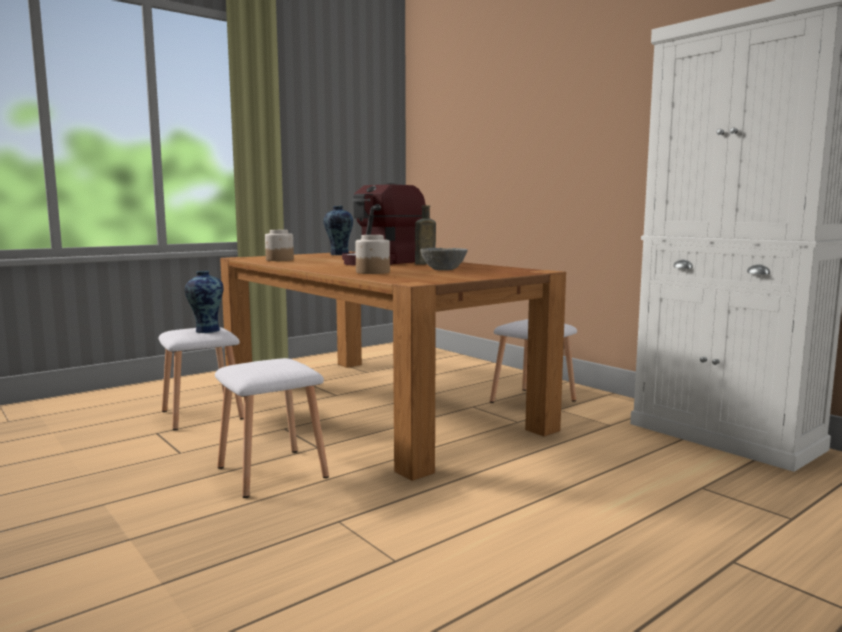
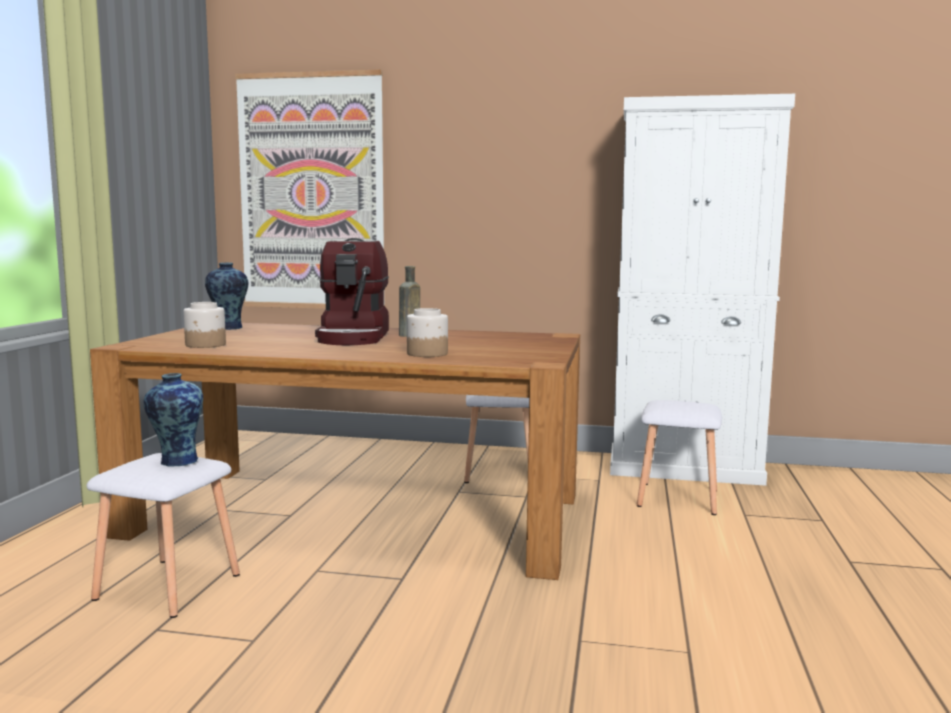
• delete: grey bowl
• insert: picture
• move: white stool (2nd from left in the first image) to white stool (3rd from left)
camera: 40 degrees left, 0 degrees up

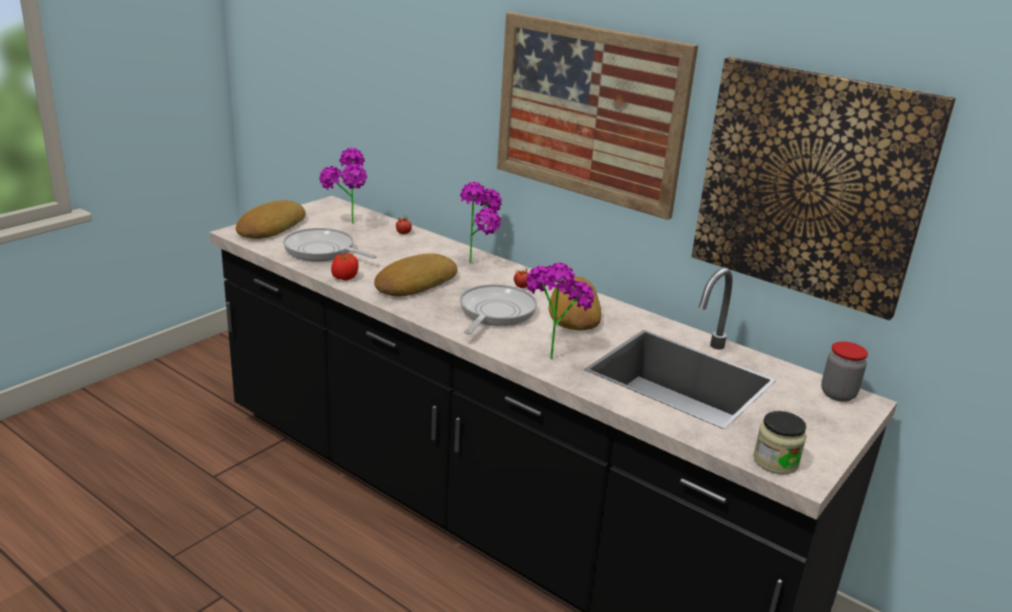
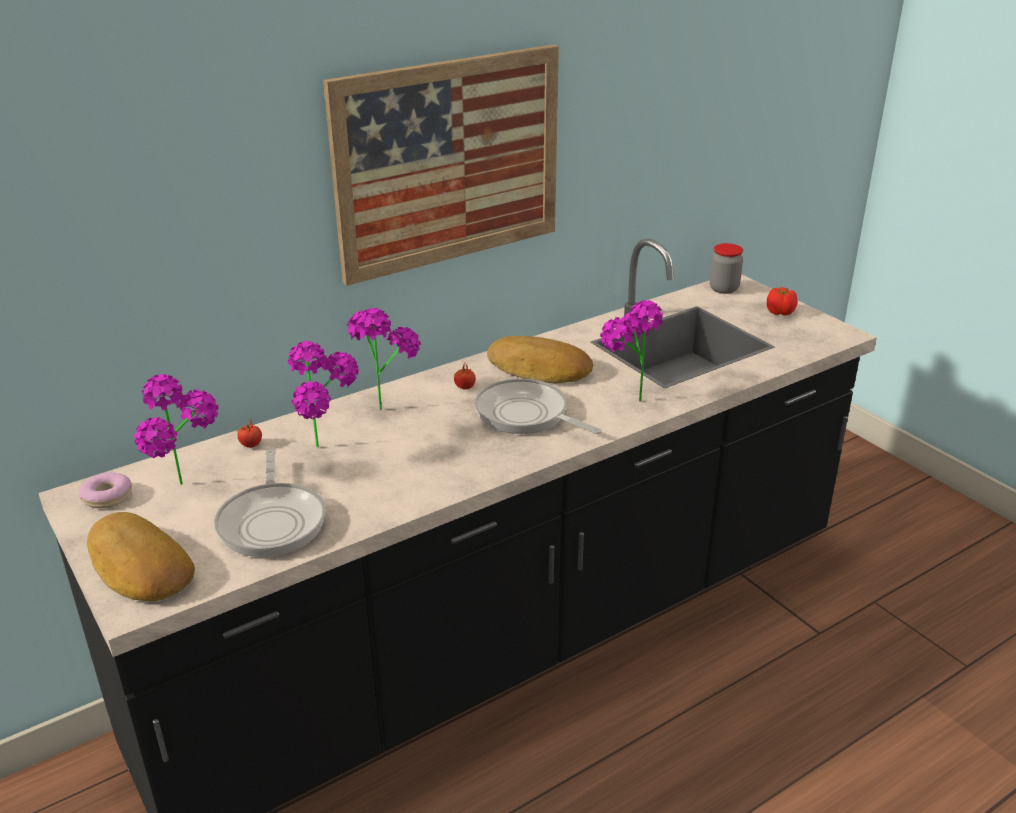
• delete: bread (2nd from left)
• delete: picture (2nd from left)
• delete: jar (1st from left)
• insert: donut
• insert: potted plant (2nd from left)
• move: tomato (1st from left in the first image) to tomato (3rd from left)
• rotate: frying pan (1st from left) 60 degrees counterclockwise
camera: 70 degrees left, 5 degrees up

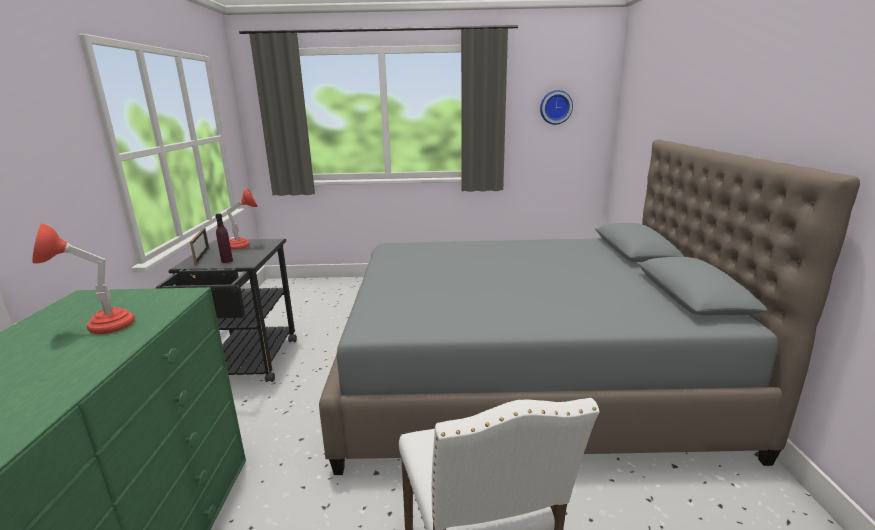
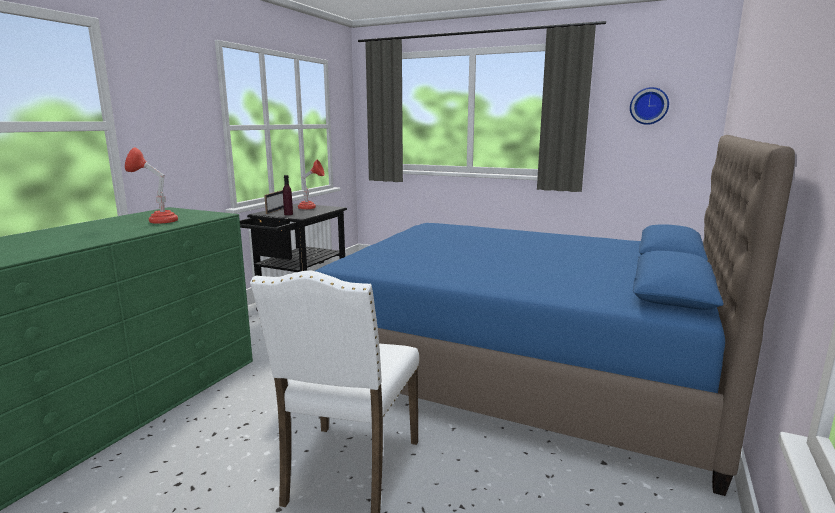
• recolor: grey bed to blue bed
camera: 25 degrees right, 5 degrees down

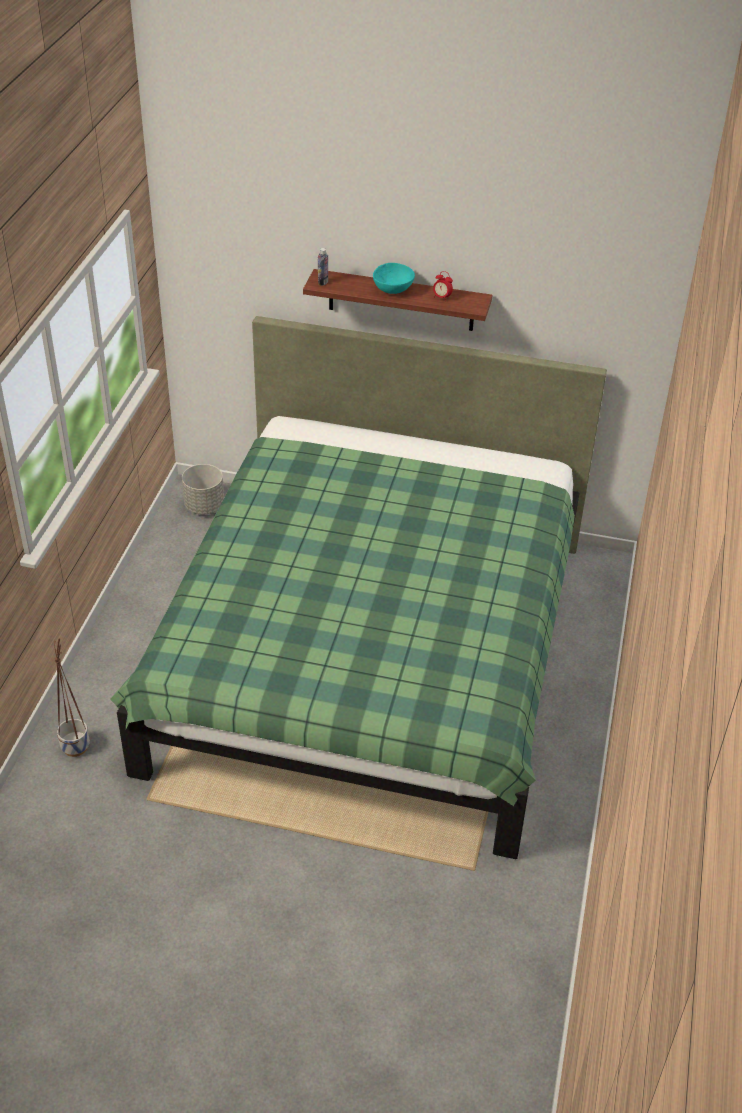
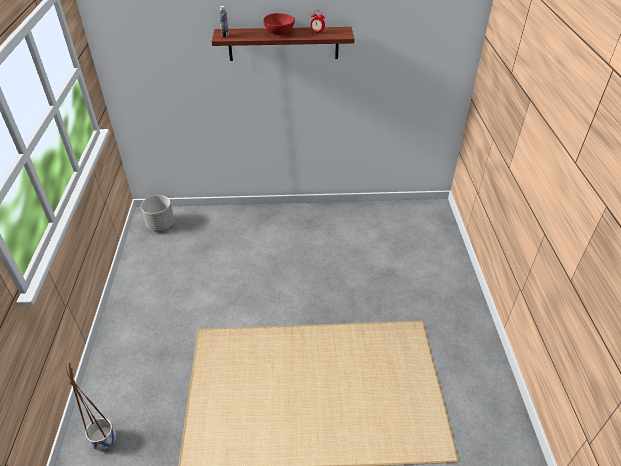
• delete: green bed
• recolor: turquoise bowl to red bowl
camera: 15 degrees left, 0 degrees up

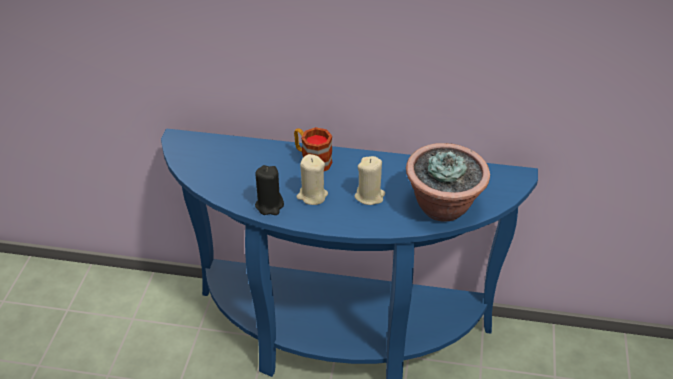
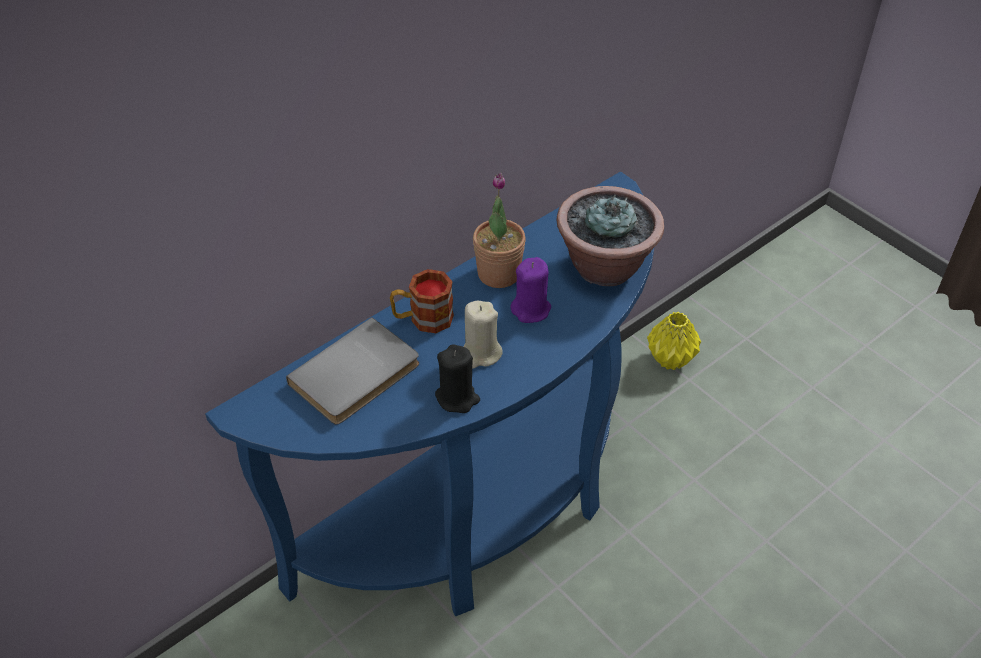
• insert: grey book
• insert: potted plant (1st from left)
• insert: yellow vase
• recolor: beige candle (2nd from left) to purple candle
camera: 50 degrees left, 5 degrees up

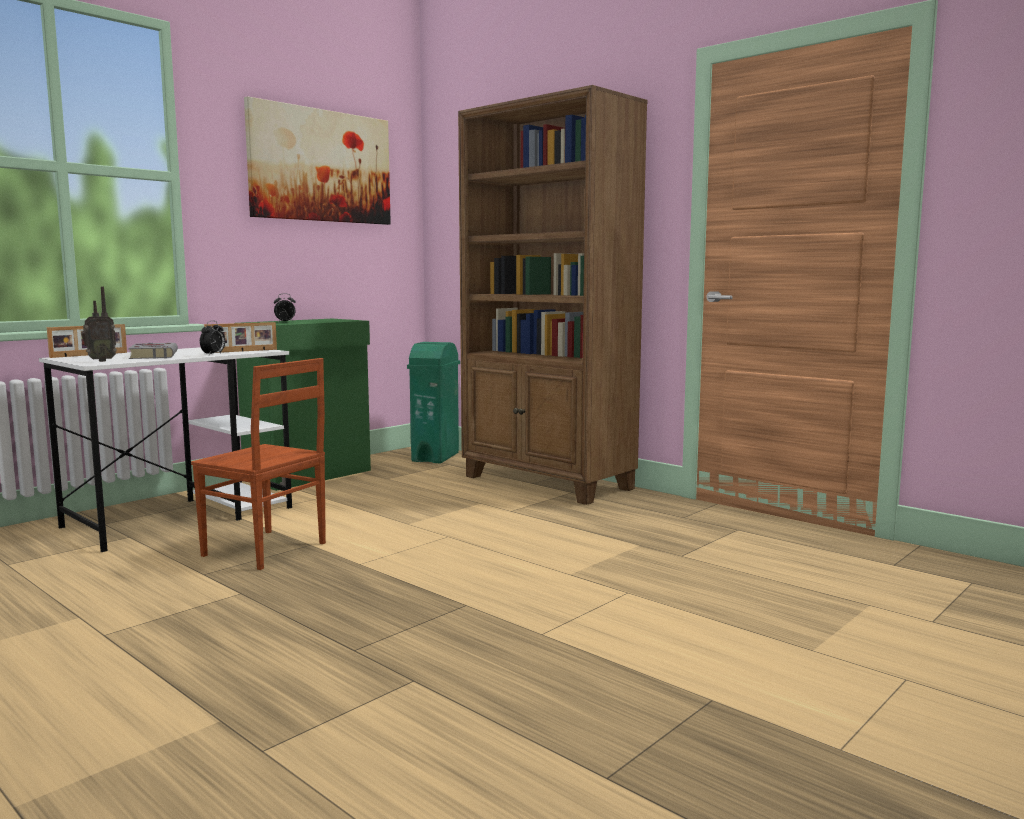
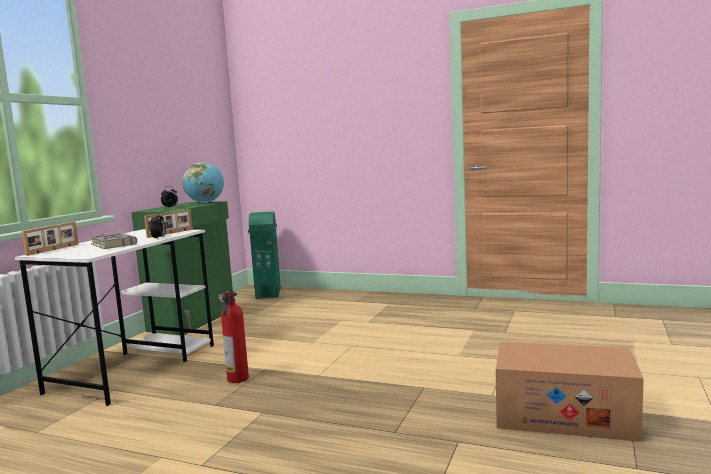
• delete: radio
• delete: picture
• delete: brown bookcase
• insert: globe
• insert: cardboard box
• replace: brown chair to fire extinguisher
camera: 20 degrees left, 0 degrees up

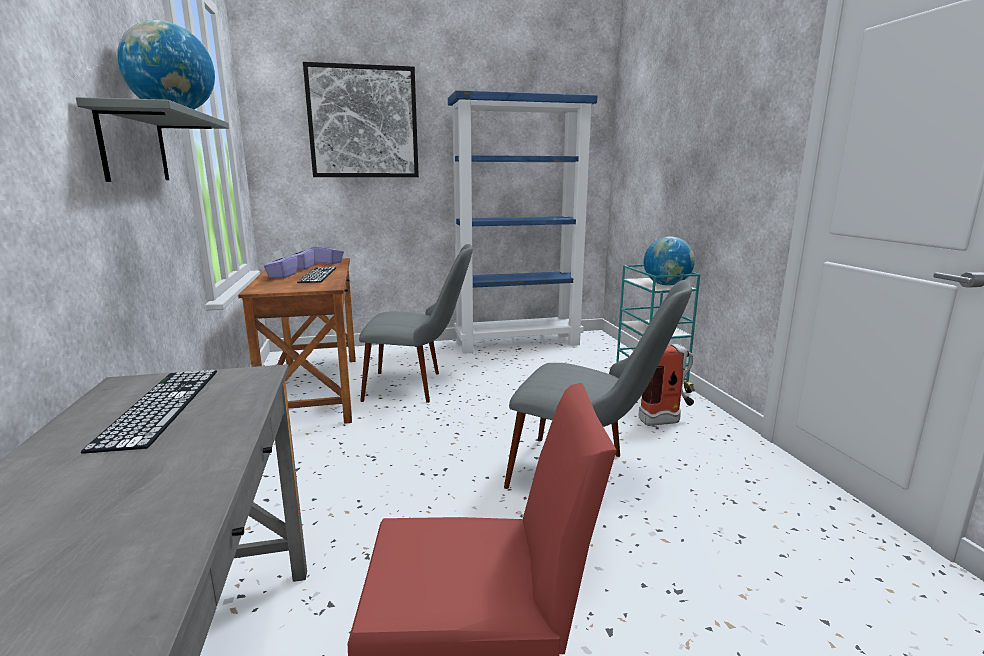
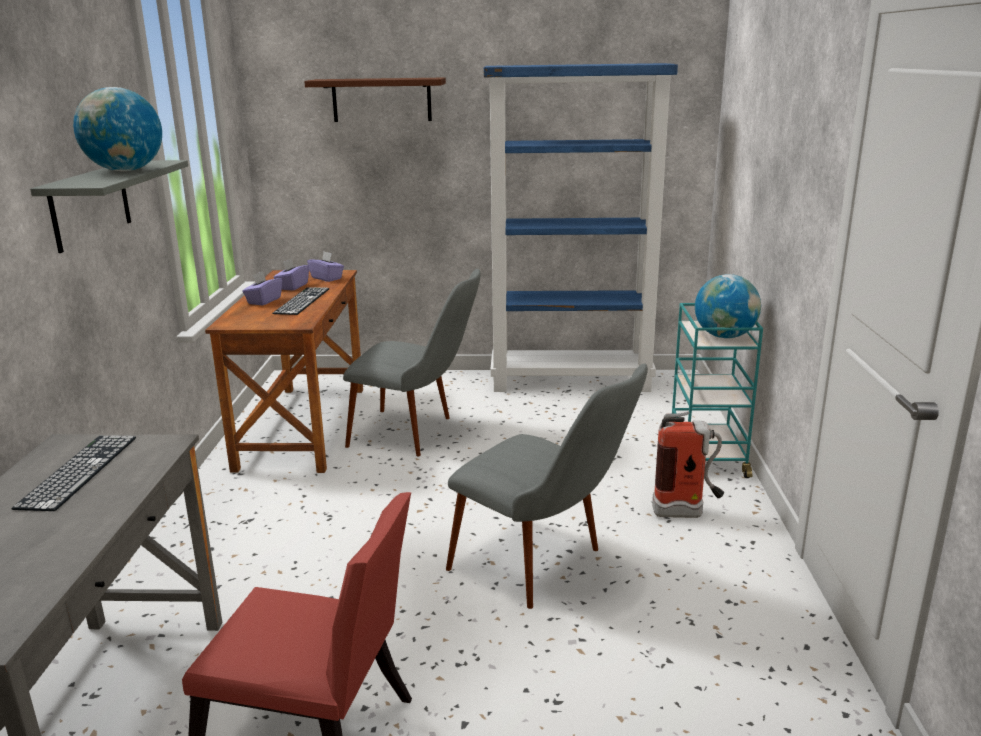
• replace: picture to brown shelf
camera: 15 degrees right, 5 degrees up

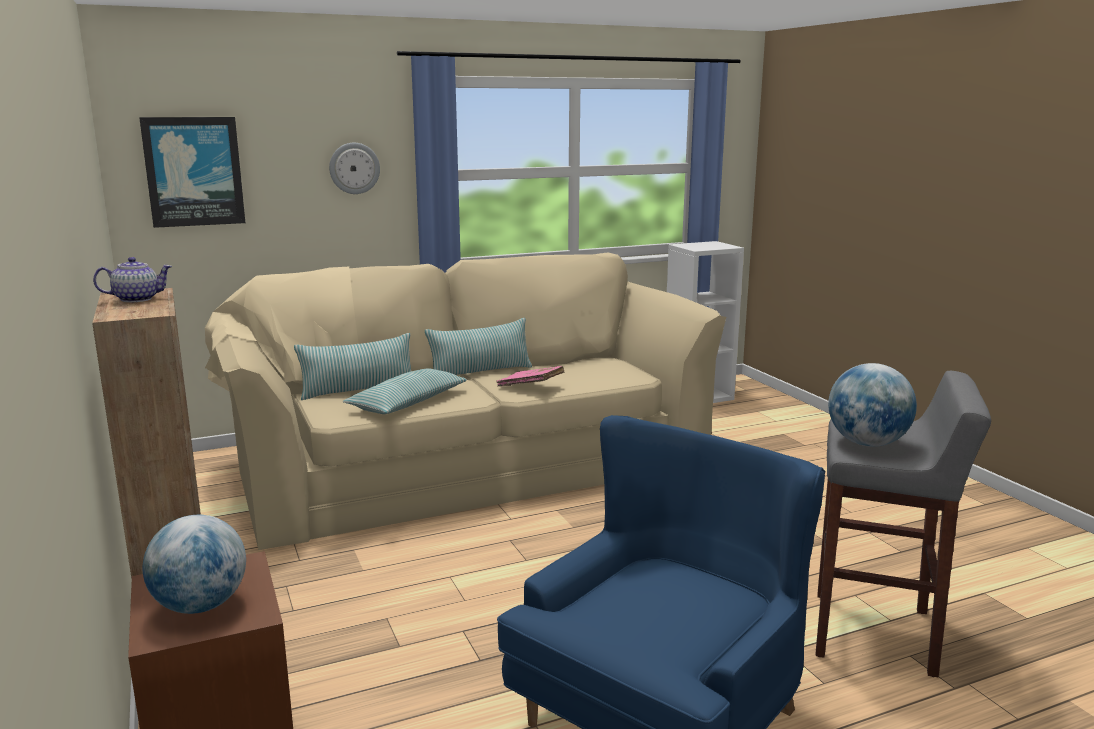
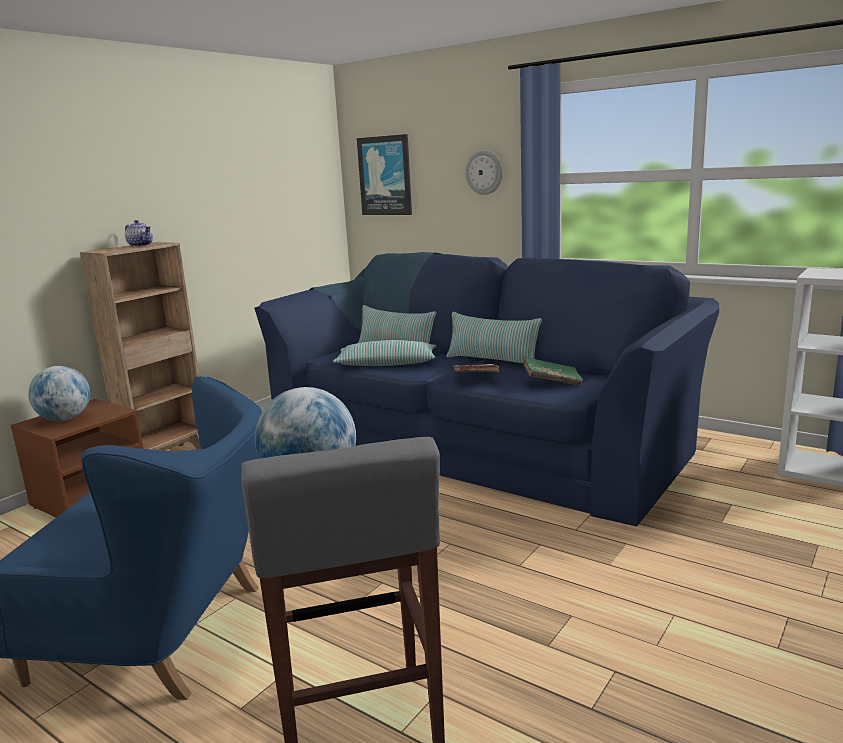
• insert: green book
• recolor: beige sofa to blue sofa
camera: 60 degrees right, 0 degrees up

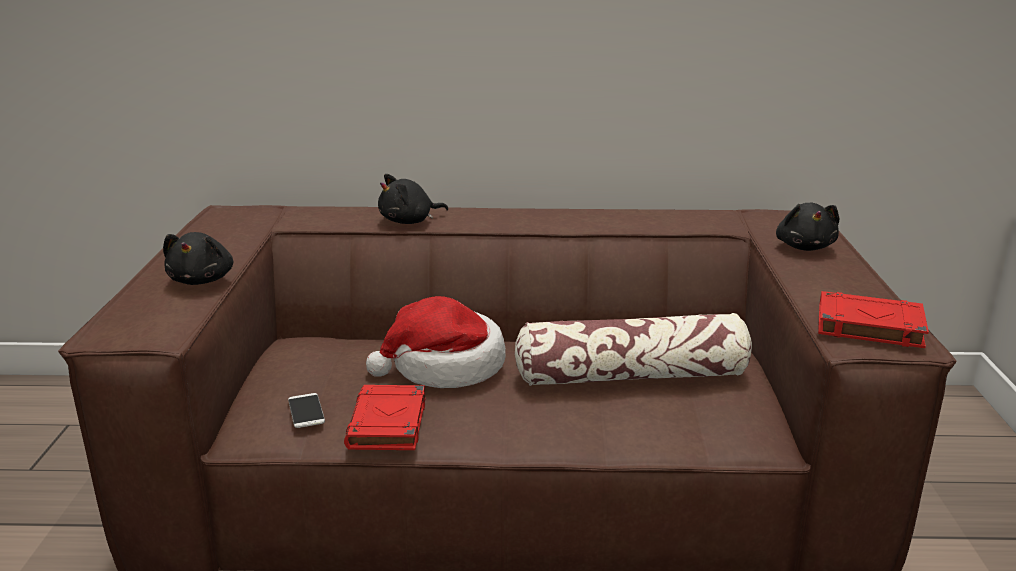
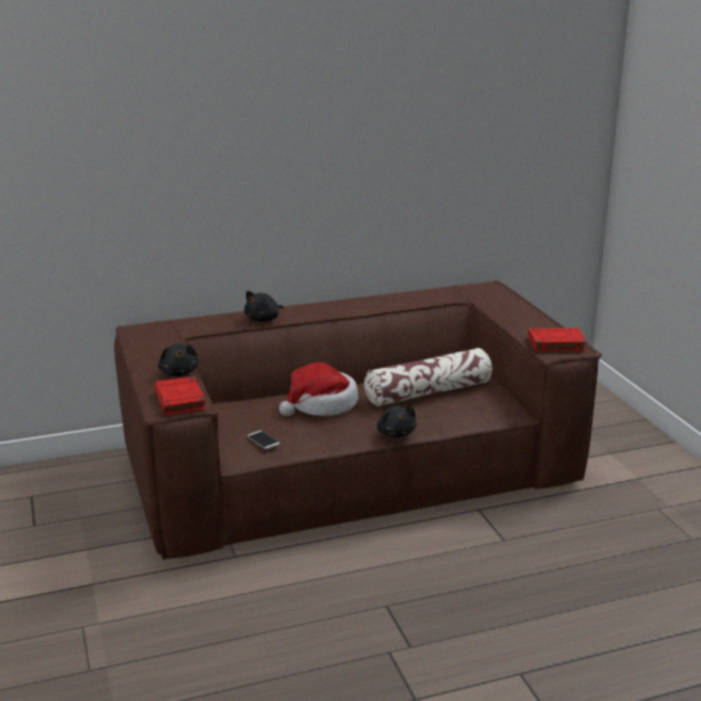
• move: red book (1st from left)
• move: black plush toy (3rd from left)
camera: 20 degrees left, 0 degrees up

